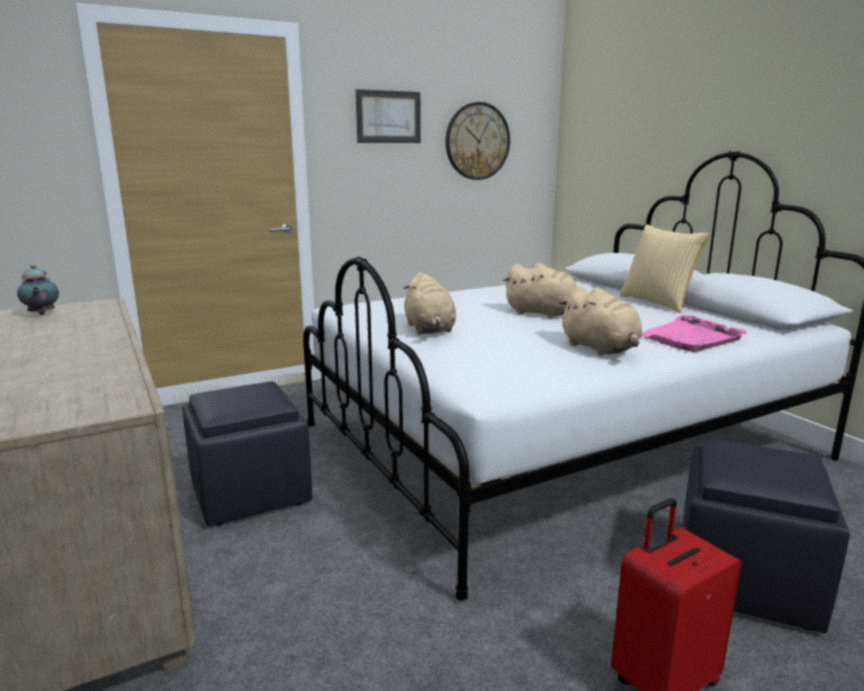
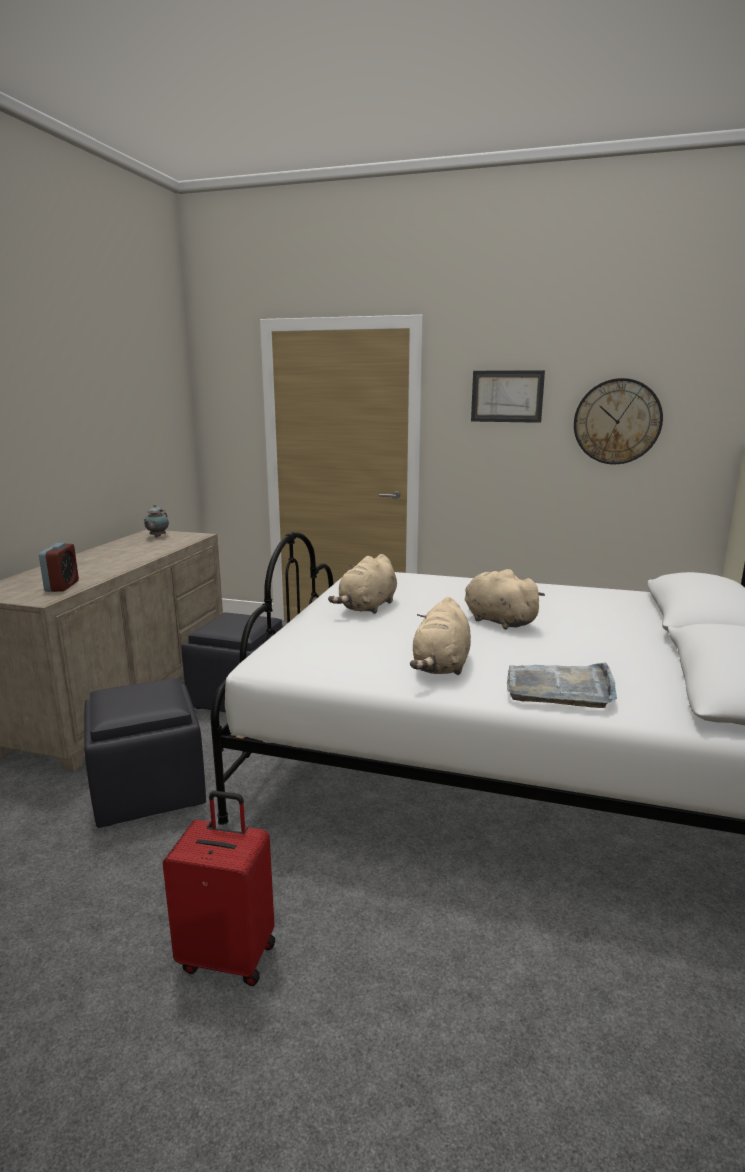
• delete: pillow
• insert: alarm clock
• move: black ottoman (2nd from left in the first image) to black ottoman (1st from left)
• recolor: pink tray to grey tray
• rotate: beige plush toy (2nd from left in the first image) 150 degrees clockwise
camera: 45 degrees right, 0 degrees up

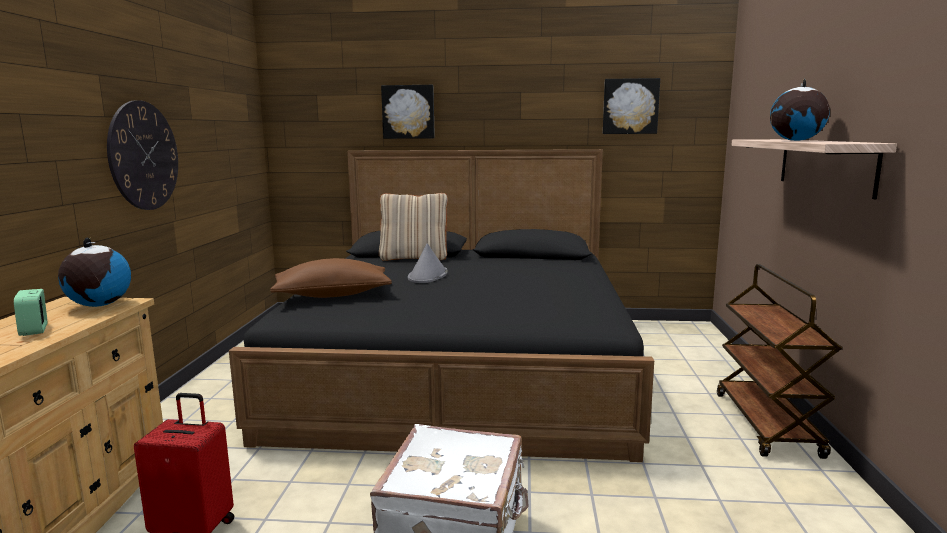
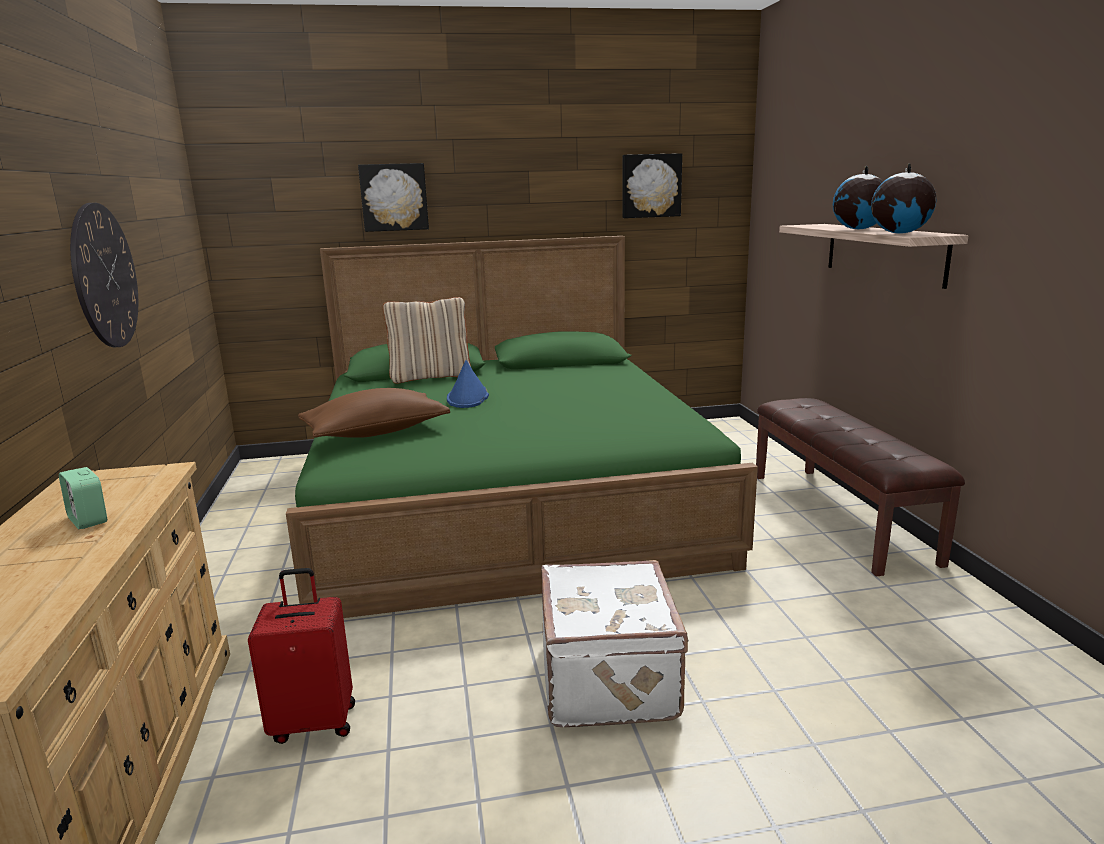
• move: globe (1st from left in the first image) to globe (2nd from left)
• replace: brown cart to brown bench
• recolor: black bed to green bed
• recolor: grey hat to blue hat
camera: 15 degrees left, 5 degrees up

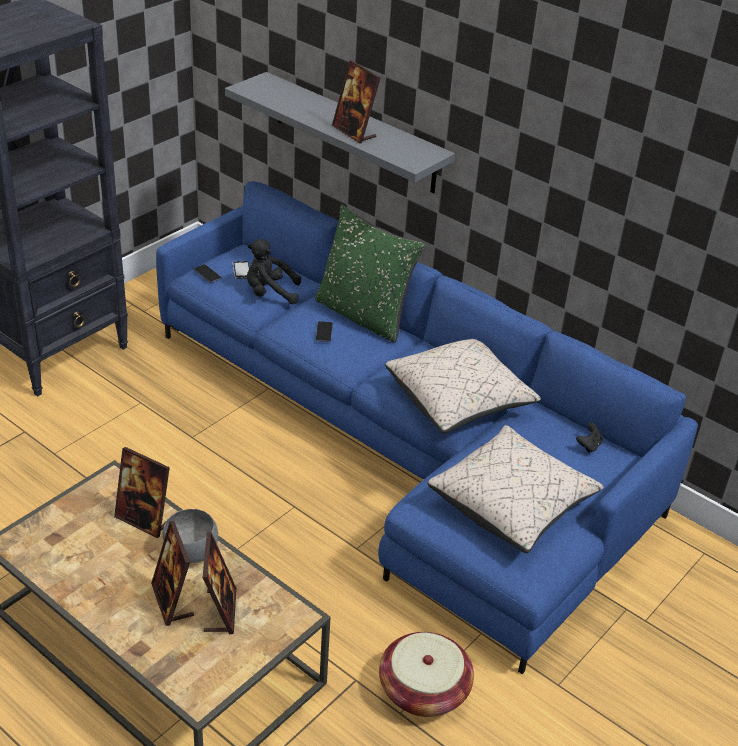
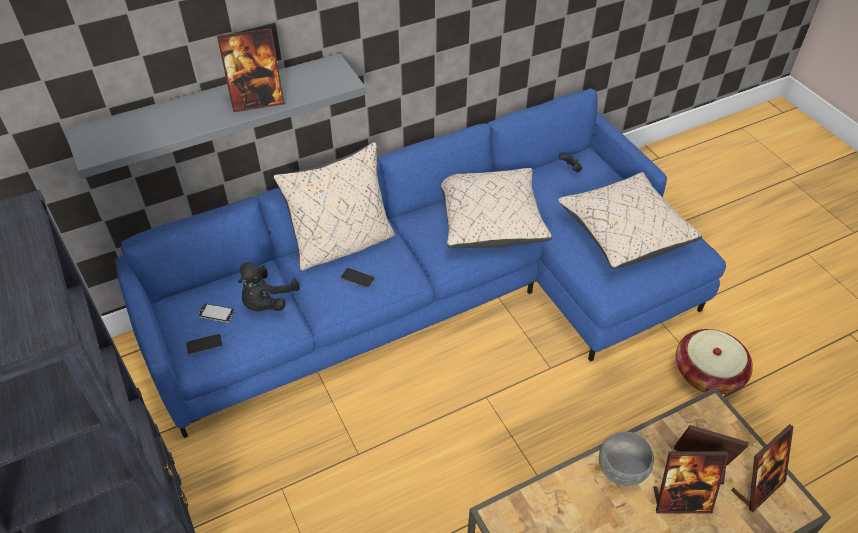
• move: picture frame (1st from left in the first image) to picture frame (4th from left)
• recolor: green pillow to beige pillow (1st from left)
camera: 65 degrees left, 10 degrees up

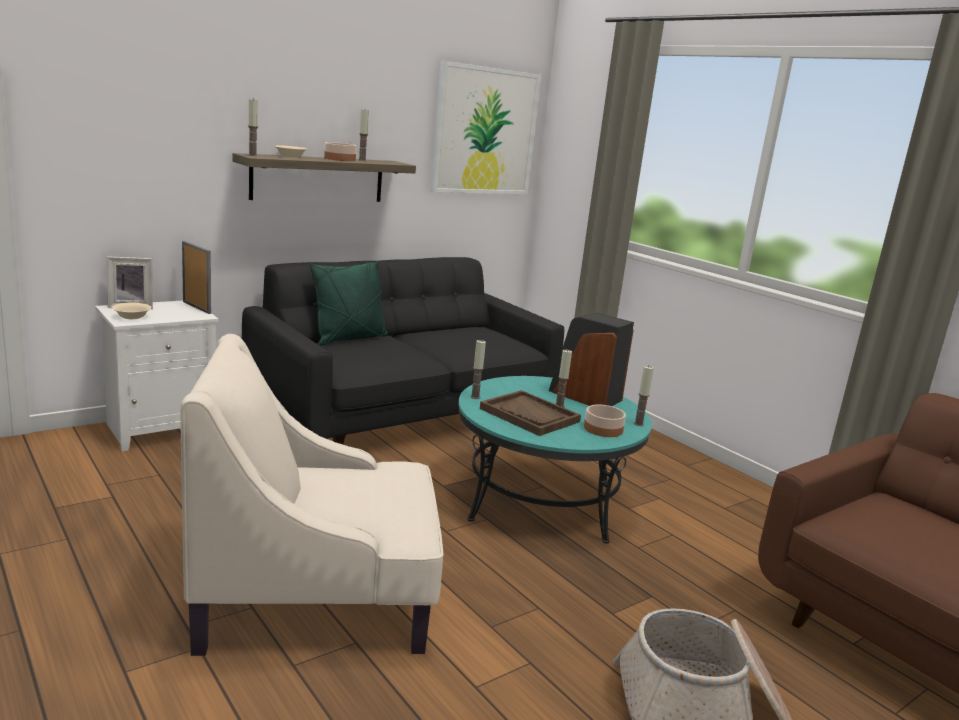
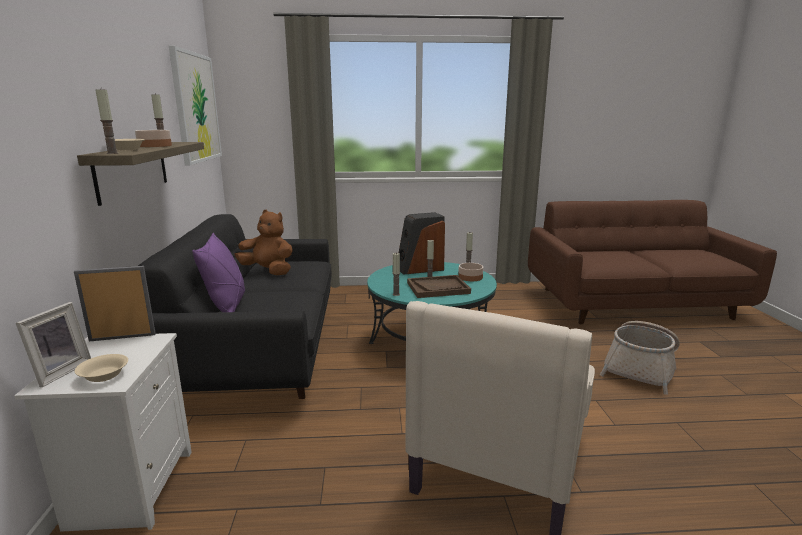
• insert: brown plush toy
• recolor: green pillow to purple pillow
camera: 55 degrees left, 0 degrees up

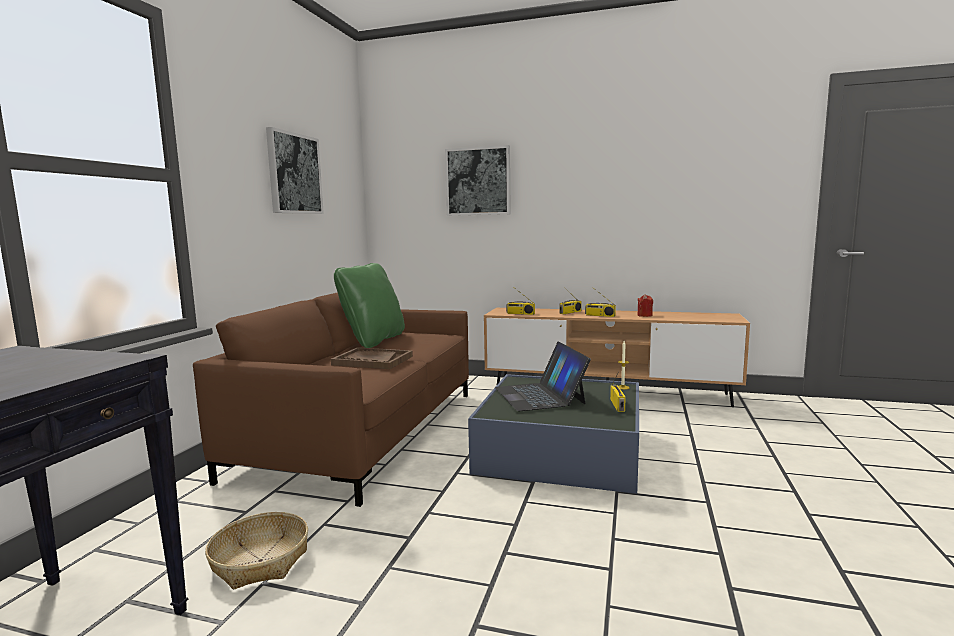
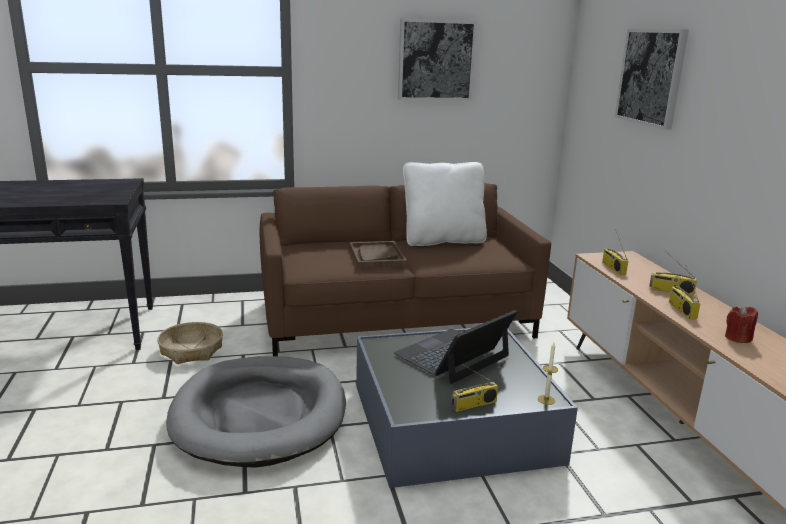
• insert: grey dog bed
• recolor: green pillow to white pillow
camera: 60 degrees right, 10 degrees up

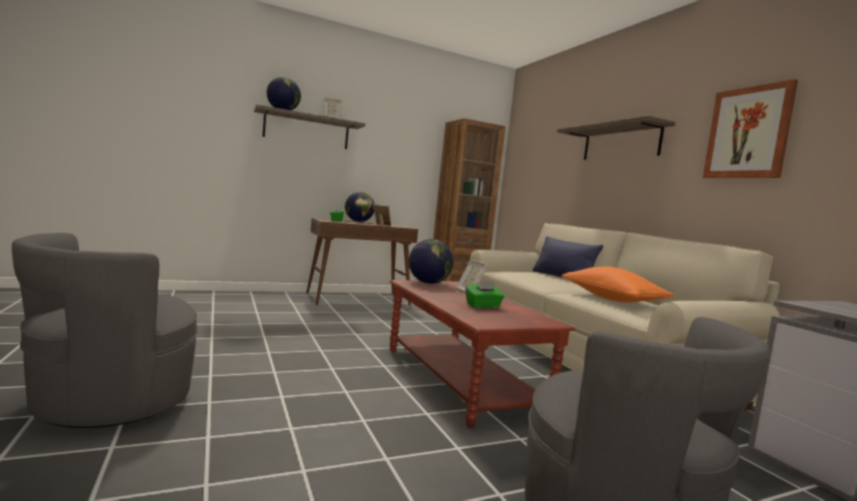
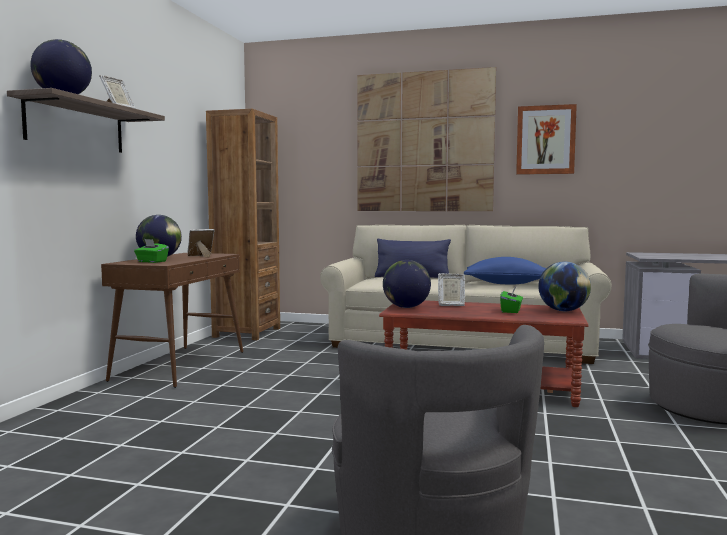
• insert: globe (4th from left)
• replace: shelf (2nd from left) to picture (1st from left)
• recolor: orange pillow to blue pillow (2nd from left)
camera: 50 degrees left, 0 degrees up

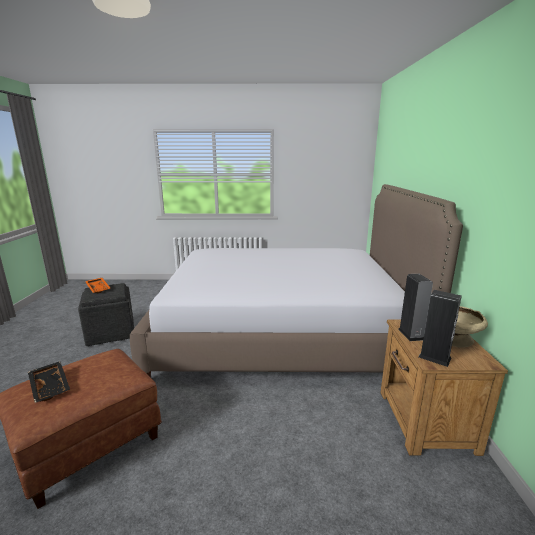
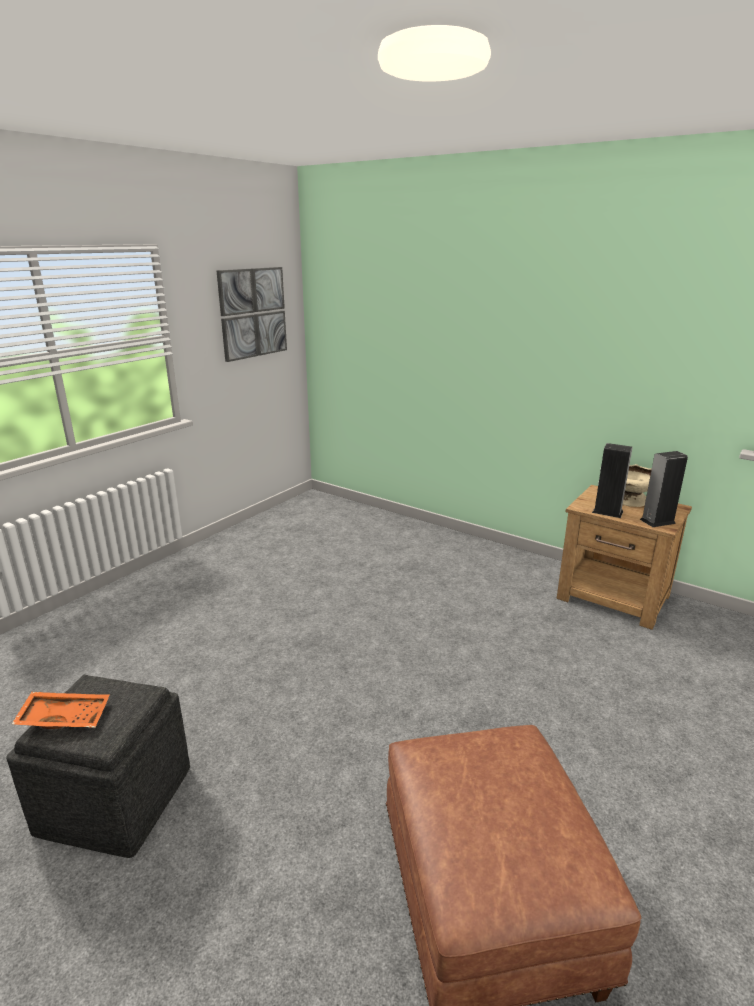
• delete: black tray
• delete: bed
• insert: picture
camera: 55 degrees left, 5 degrees up

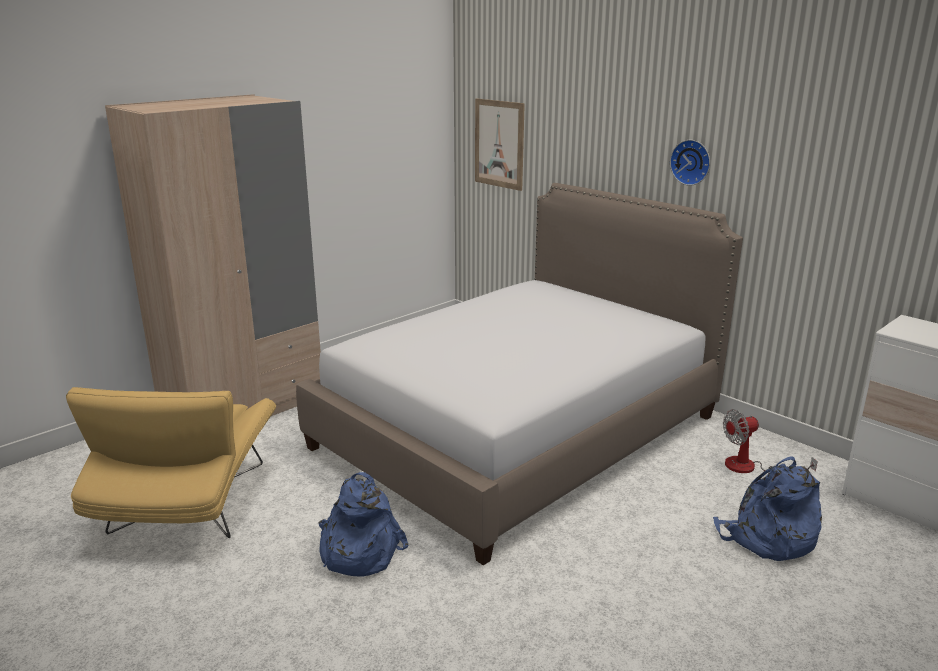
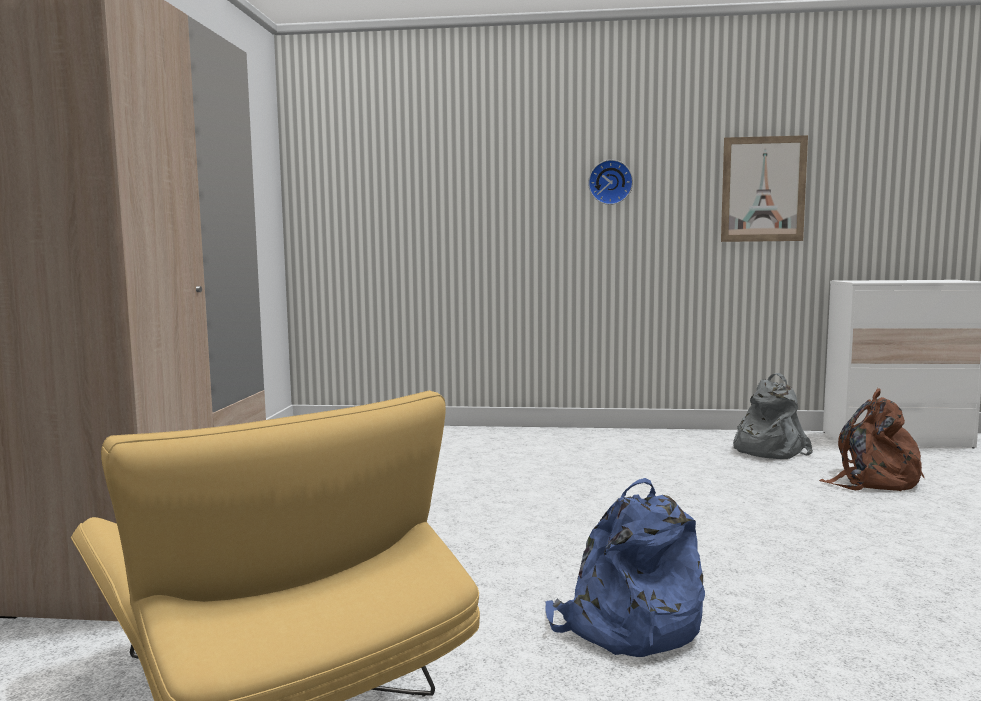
• delete: bed
• move: picture
• replace: fan to grey backpack
• recolor: blue backpack (2nd from left) to brown backpack
camera: 40 degrees left, 15 degrees down

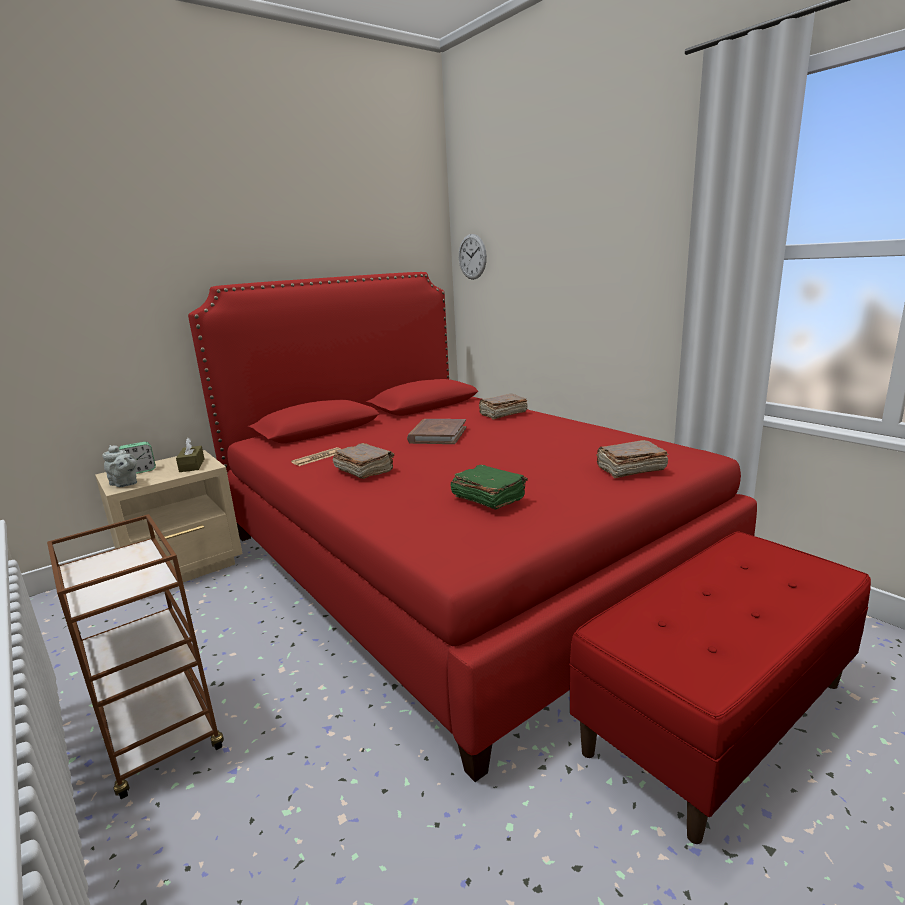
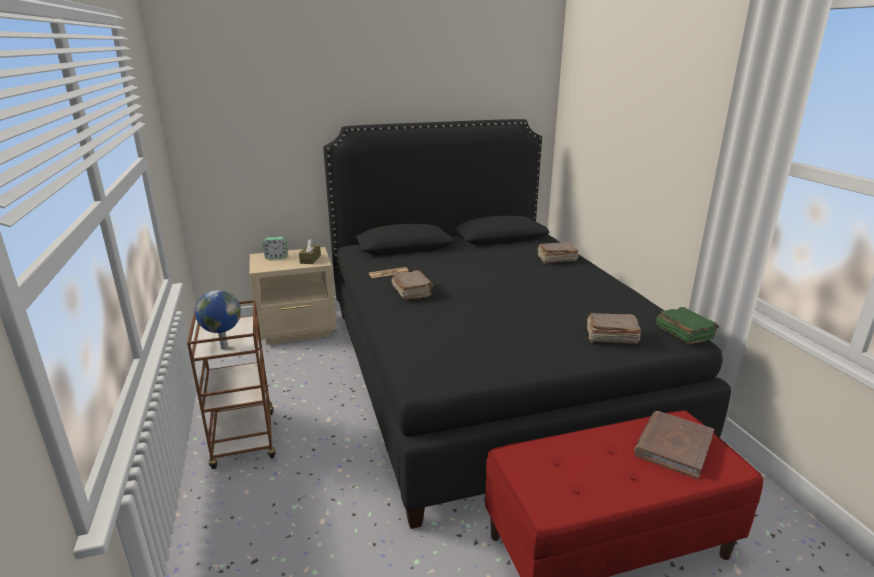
• delete: grey teapot
• delete: wall clock
• insert: globe
• move: brown book (2nd from left in the first image) to brown book (4th from left)
• move: green book
• recolor: red bed to black bed
camera: 20 degrees right, 5 degrees up

